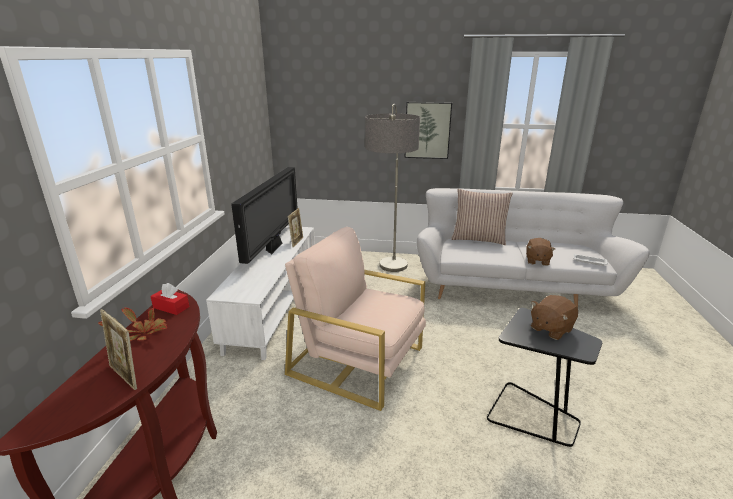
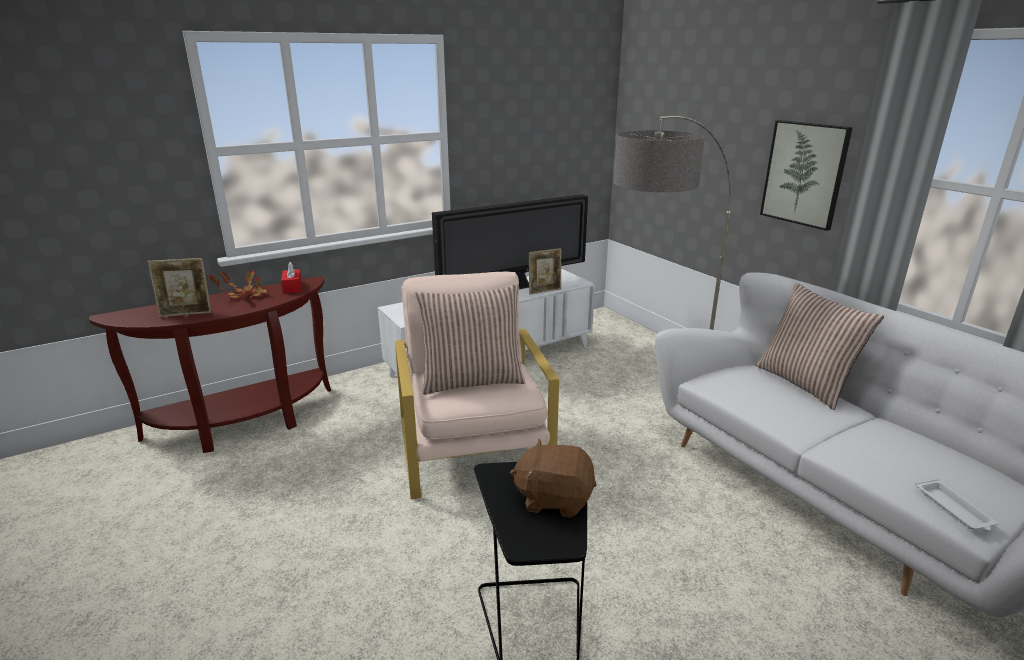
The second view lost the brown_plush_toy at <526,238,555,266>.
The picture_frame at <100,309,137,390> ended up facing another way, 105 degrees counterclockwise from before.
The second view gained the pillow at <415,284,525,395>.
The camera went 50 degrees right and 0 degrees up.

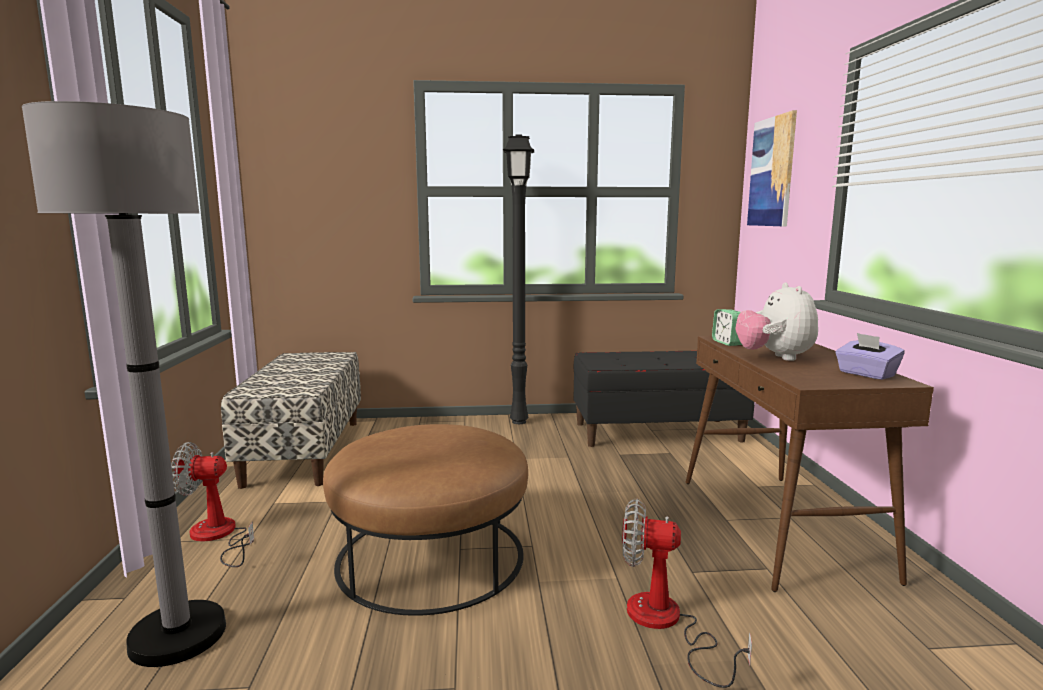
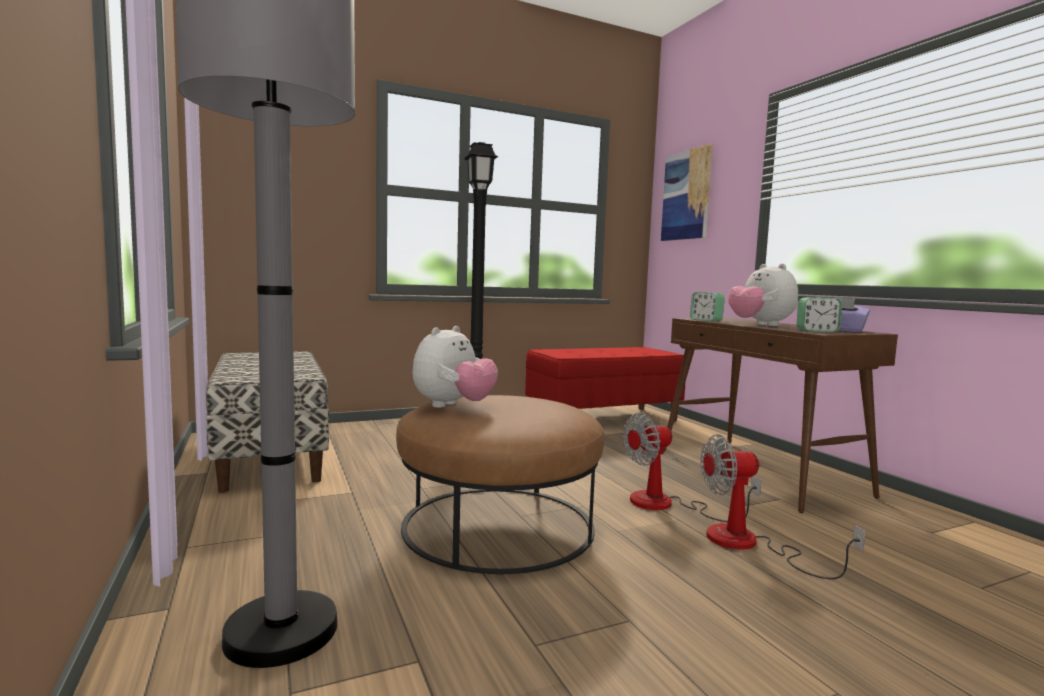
What was the black_bench at <574,351,755,447> turned into the red_bench at <525,347,685,422>.
The fan ended up elsewhere, having gone from <171,442,254,567> to <623,413,761,522>.
The second view gained the alarm_clock at <796,297,842,332>.
The second view gained the plush_toy at <413,326,498,408>.
The camera went 20 degrees left and 5 degrees down.

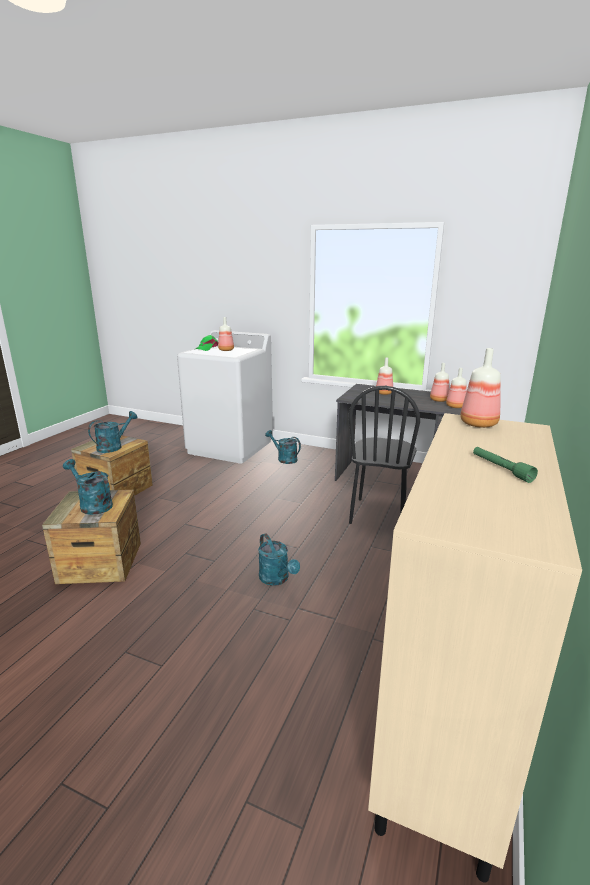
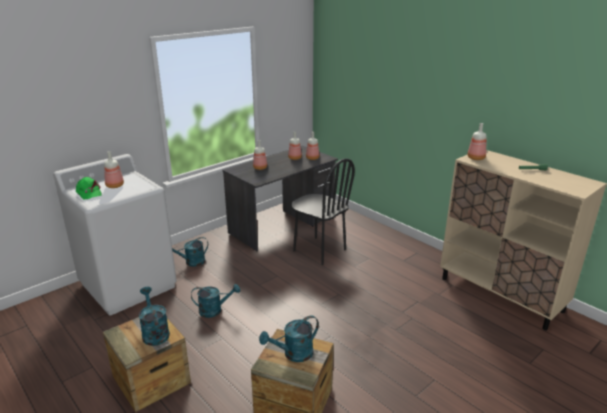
The turquoise_watering_can ended up elsewhere, having gone from <258,533,300,586> to <191,284,240,318>.
The camera went 65 degrees left and 5 degrees up.

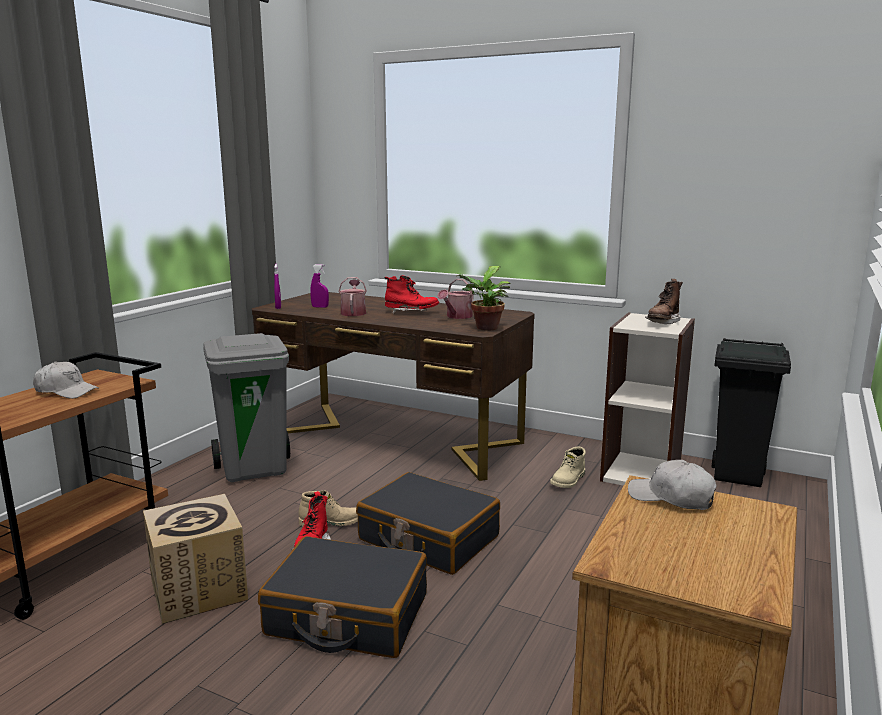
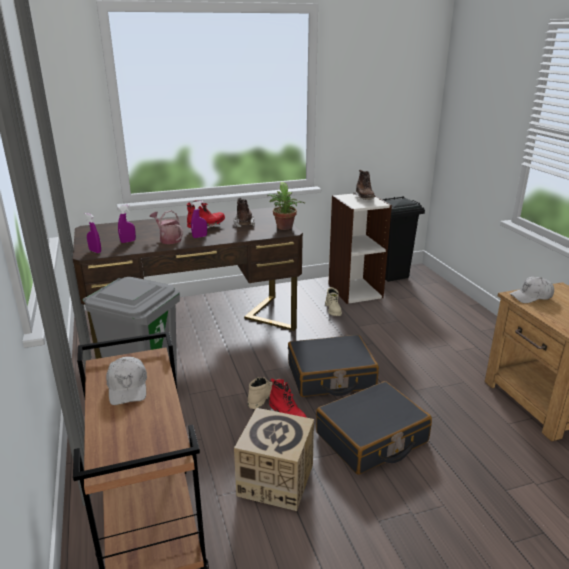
Where the watering_can stood at <438,279,474,319>, the brown_boot came to stand at <233,198,255,227>.
The white_cap at <33,361,99,399> ended up facing another way, 105 degrees clockwise from before.
The second view gained the purple_spray_bottle at <191,201,207,238>.
The camera went 45 degrees left and 10 degrees up.

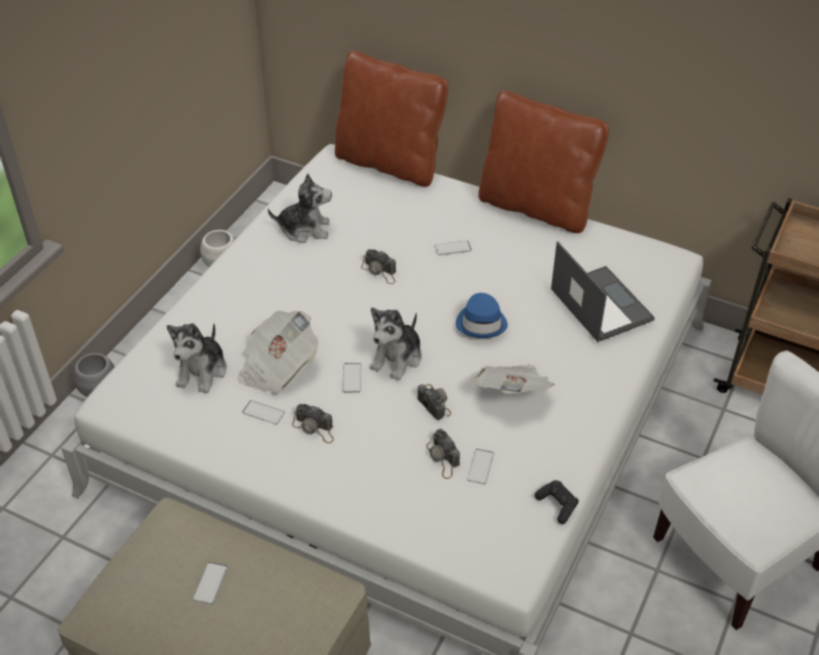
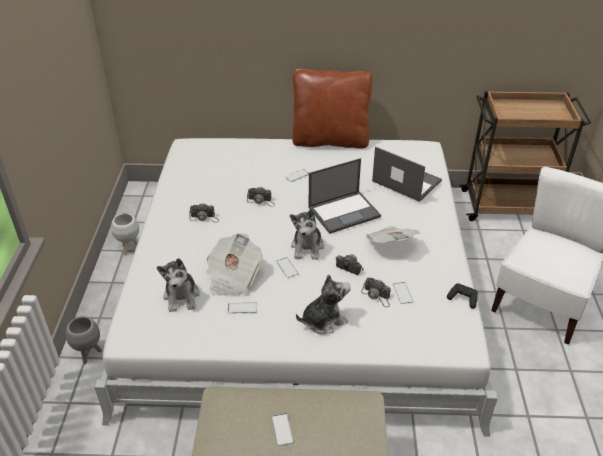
The second view lost the brown_pillow at <335,51,448,187>.
The plush_toy ended up elsewhere, having gone from <268,173,332,243> to <296,274,351,334>.
Where the blue_hat stood at <456,293,508,338>, the laptop came to stand at <309,158,381,234>.
The photo_camera ended up elsewhere, having gone from <292,404,334,443> to <189,204,219,223>.
The camera went 25 degrees left and 5 degrees down.

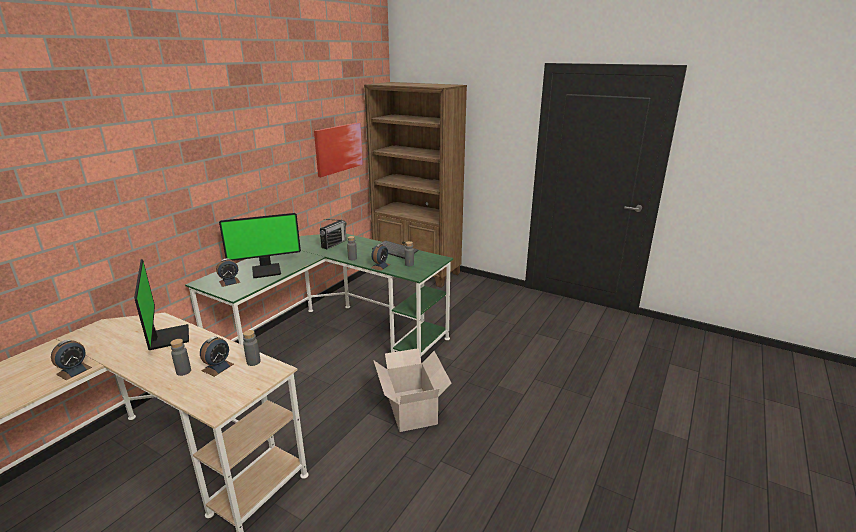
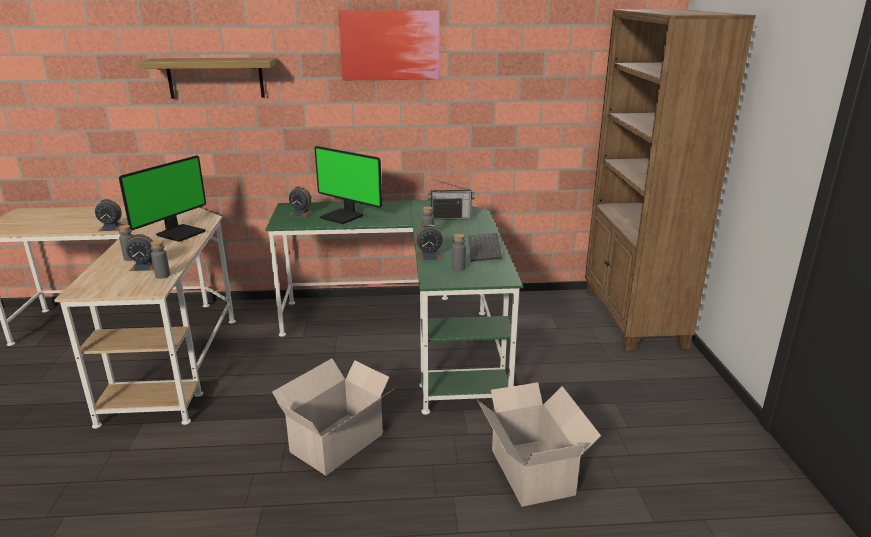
The picture ended up elsewhere, having gone from <314,122,363,177> to <339,10,440,80>.
The second view gained the shelf at <138,58,276,99>.
The second view gained the cardboard_box at <477,382,601,507>.
The camera went 55 degrees right and 0 degrees up.

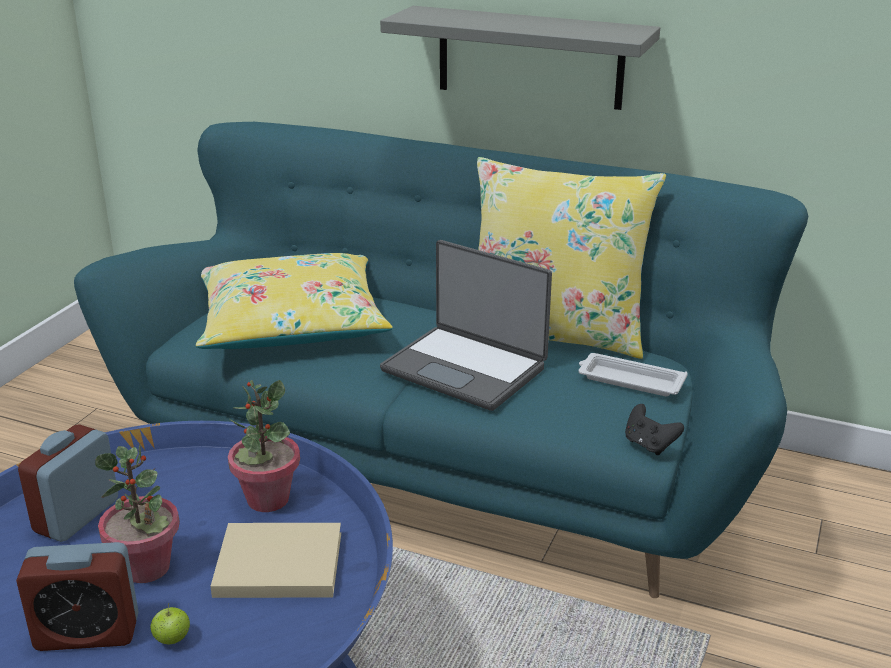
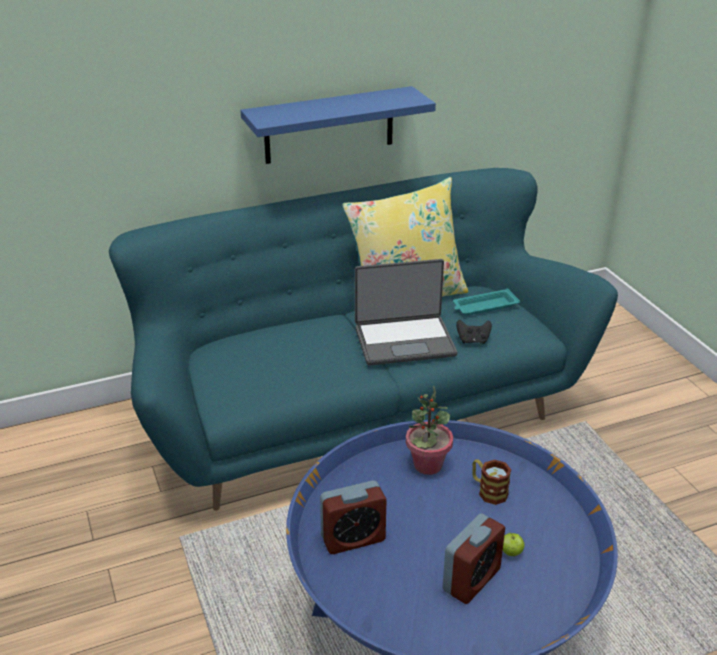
What was the grey_shelf at <380,6,660,110> turned into the blue_shelf at <241,86,436,164>.
The second view lost the yellow_pillow at <196,253,393,349>.
What was the white_tray at <578,353,687,396> turned into the turquoise_tray at <453,289,520,316>.
The black_game_controller ended up elsewhere, having gone from <625,404,684,455> to <456,320,492,344>.
The alarm_clock at <18,424,118,542> ended up facing another way, 90 degrees counterclockwise from before.
The second view lost the potted_plant at <95,444,180,583>.
Where the beige_book stood at <210,523,341,598>, the mug came to stand at <472,459,511,505>.
The camera went 45 degrees left and 5 degrees up.

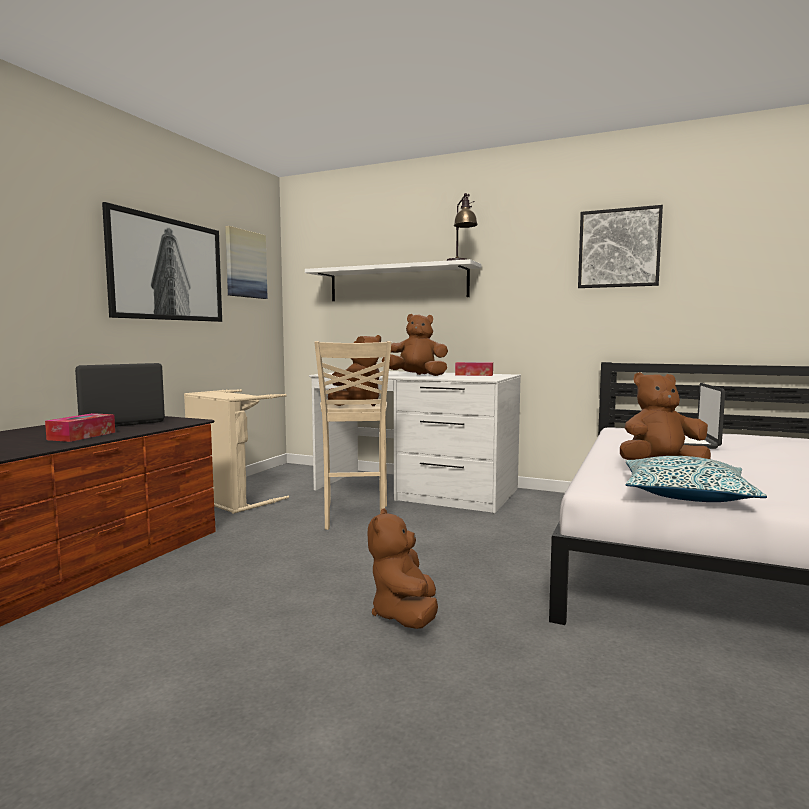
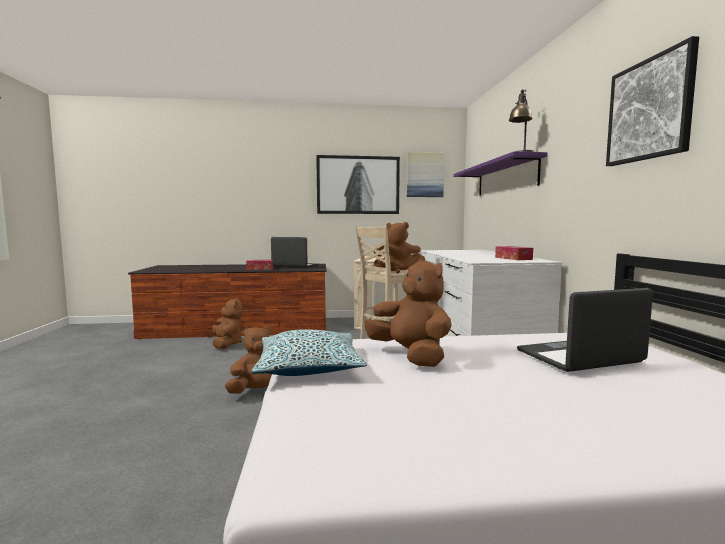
What was the white_shelf at <305,259,481,301> turned into the purple_shelf at <453,152,547,196>.
The brown_plush_toy ended up elsewhere, having gone from <381,314,448,376> to <212,298,243,349>.
The camera went 60 degrees right and 0 degrees up.

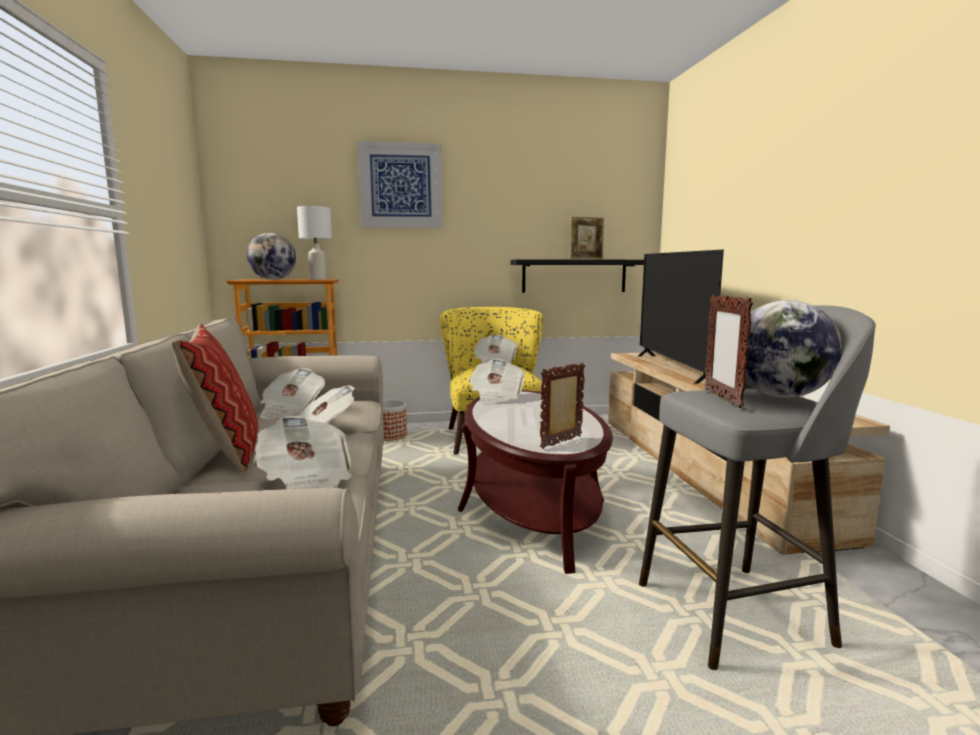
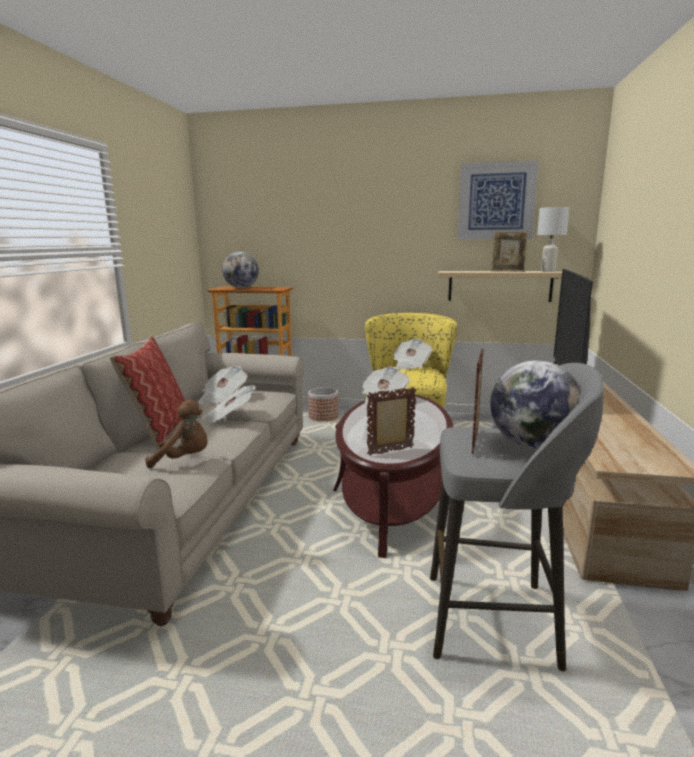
The picture ended up elsewhere, having gone from <357,141,442,228> to <458,160,539,240>.
The white_table_lamp ended up elsewhere, having gone from <297,206,332,280> to <537,207,570,272>.
What was the black_shelf at <511,259,644,293> turned into the beige_shelf at <438,271,562,302>.
Where the newspaper stood at <254,416,352,489>, the brown_plush_toy came to stand at <145,399,208,469>.
The camera went 20 degrees right and 5 degrees up.

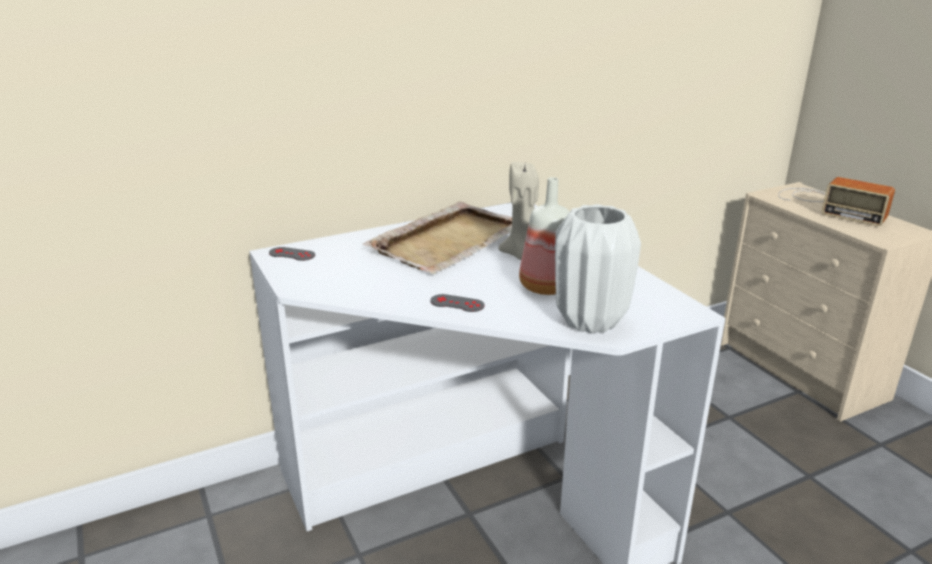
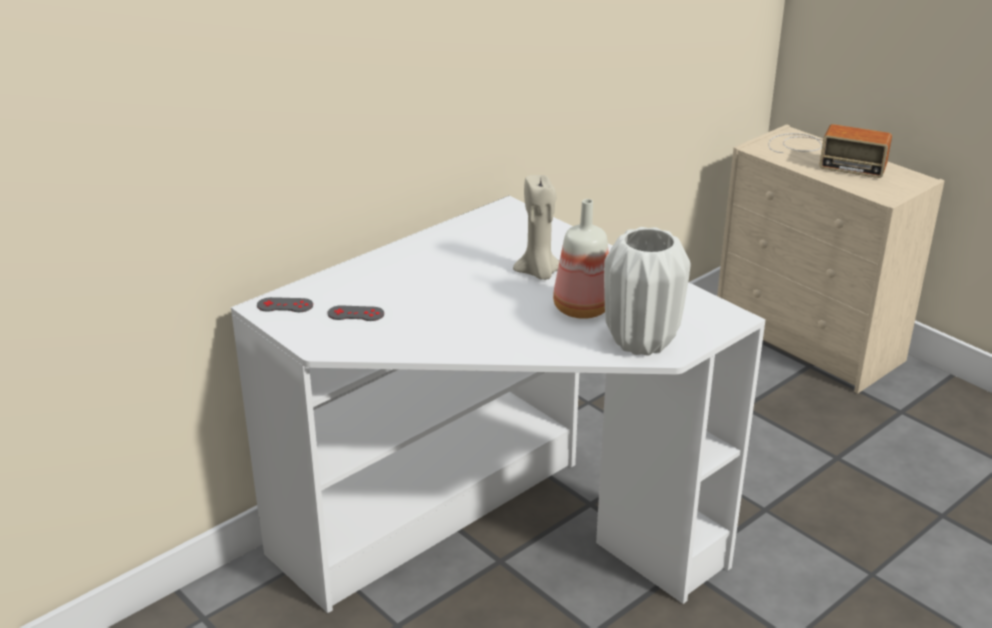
The second view lost the beige_tray at <363,202,512,274>.
The grey_game_controller ended up elsewhere, having gone from <430,294,485,312> to <327,305,384,321>.
The camera went 15 degrees left and 5 degrees up.

